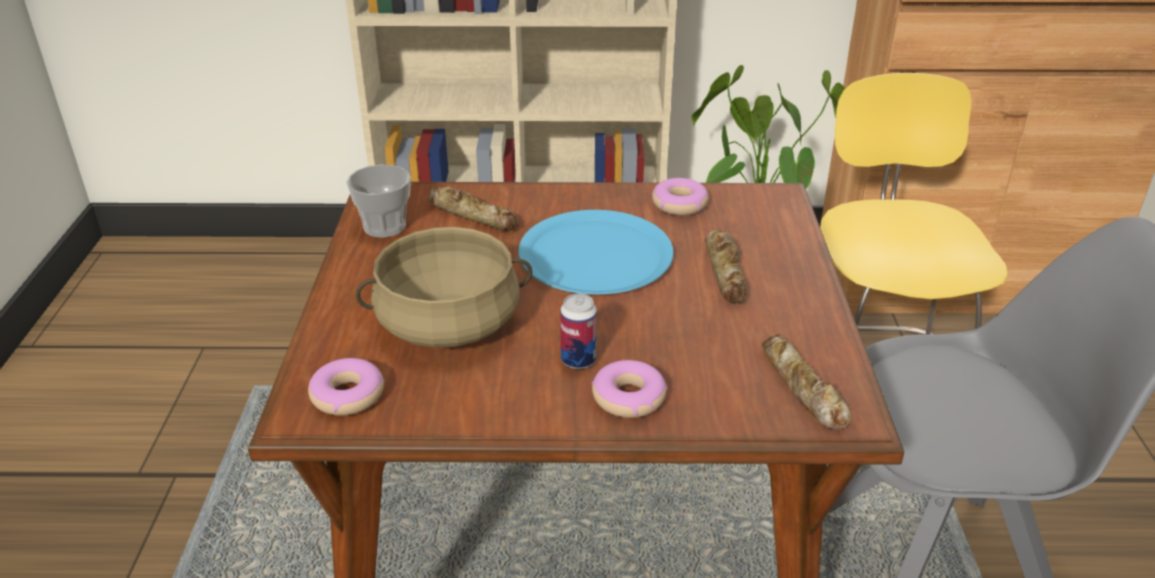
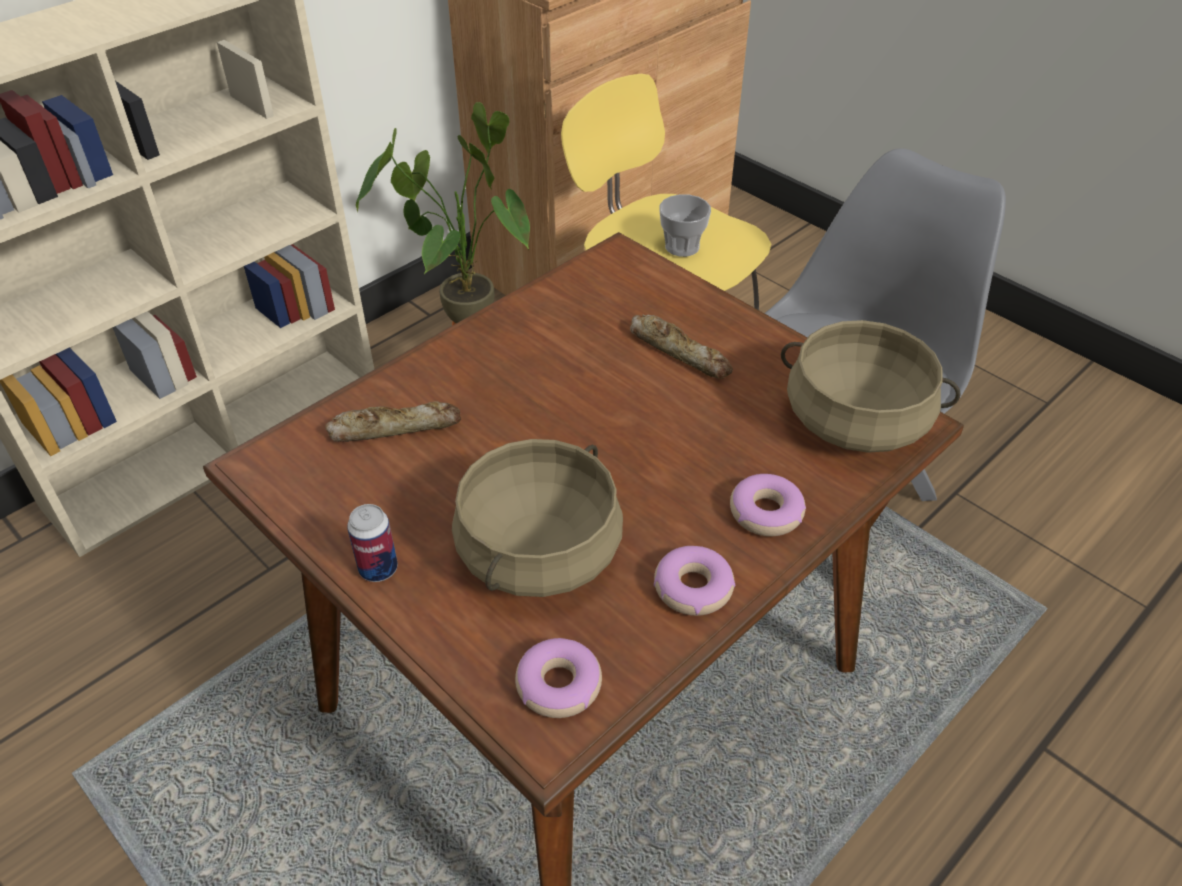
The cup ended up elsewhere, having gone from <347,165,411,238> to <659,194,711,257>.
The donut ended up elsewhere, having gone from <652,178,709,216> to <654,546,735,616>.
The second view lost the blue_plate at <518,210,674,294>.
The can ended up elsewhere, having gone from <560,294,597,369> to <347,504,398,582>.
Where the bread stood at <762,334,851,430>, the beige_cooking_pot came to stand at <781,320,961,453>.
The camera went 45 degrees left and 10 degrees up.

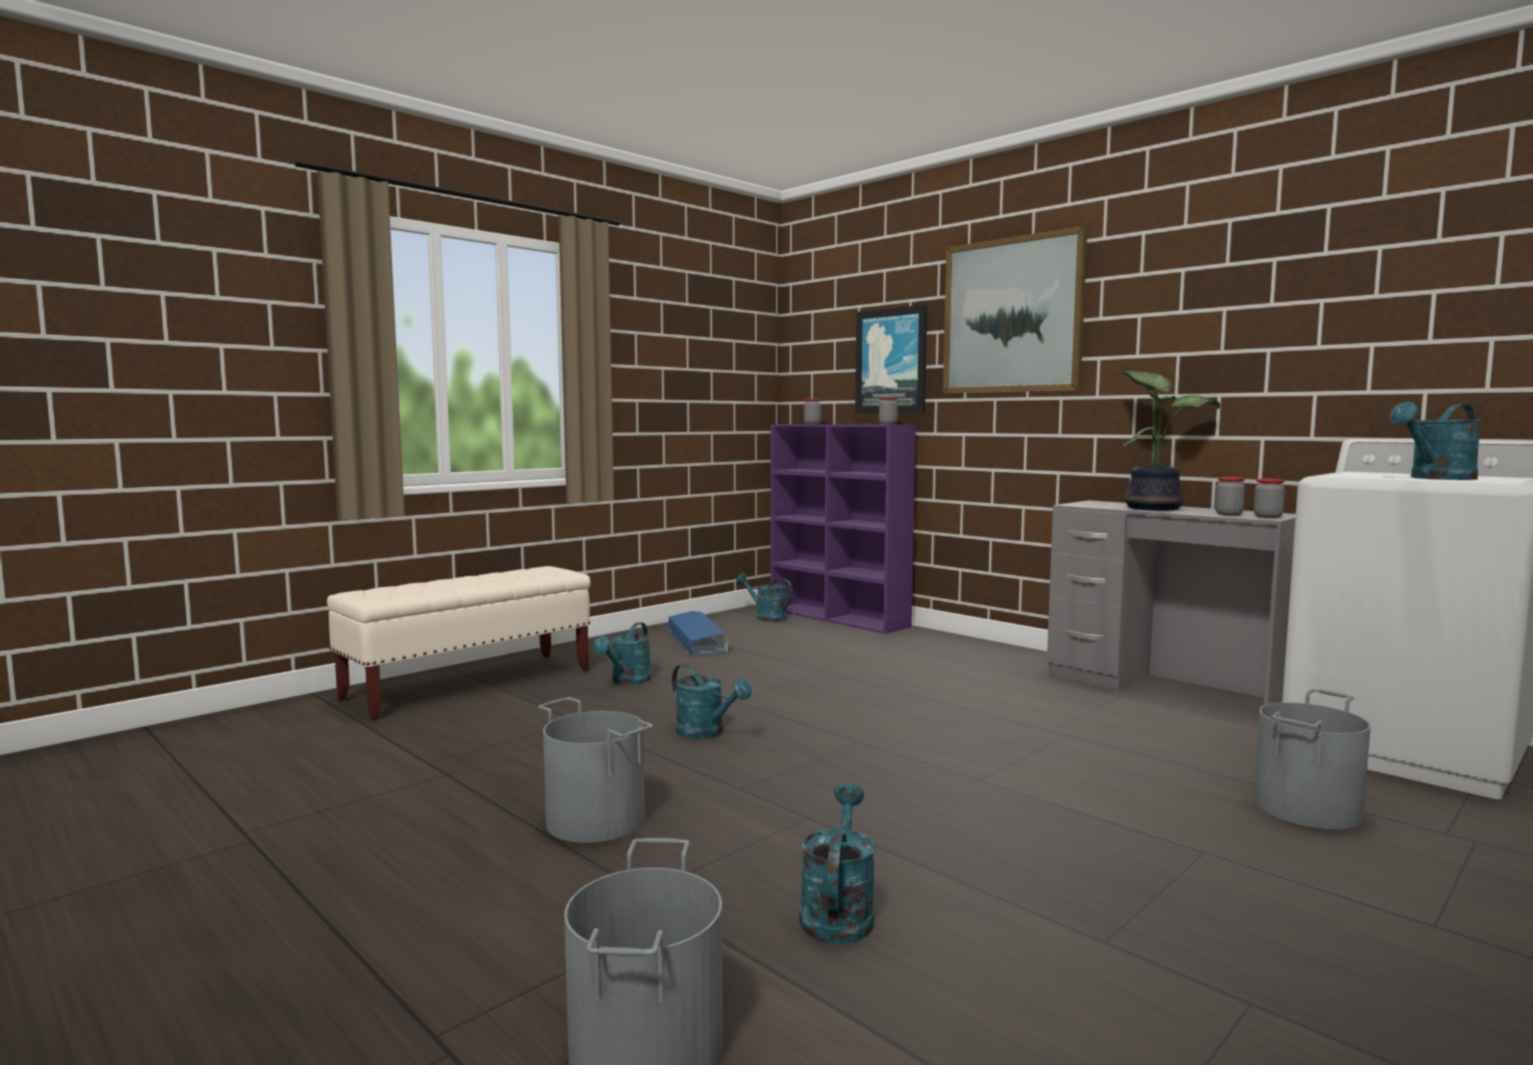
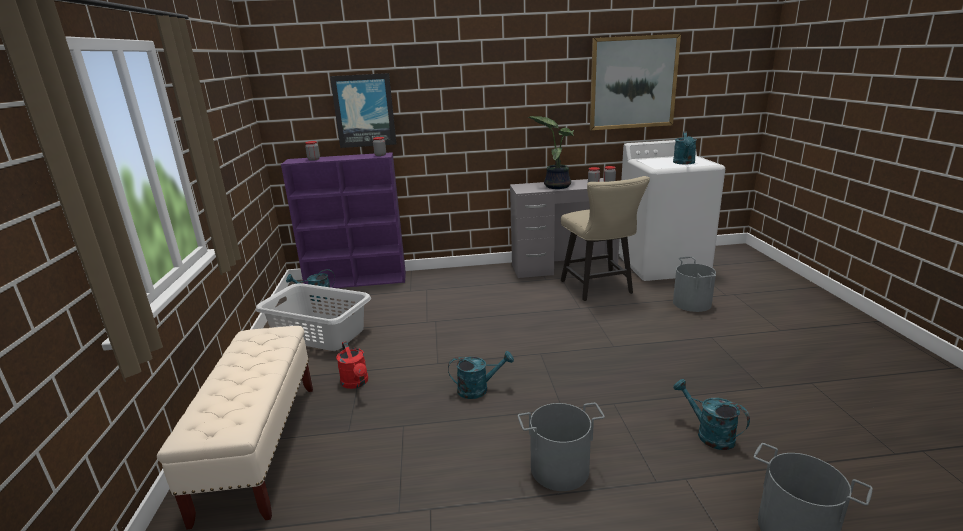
The picture ended up elsewhere, having gone from <943,226,1087,393> to <590,34,681,130>.
Where the blue_storage_box stood at <669,611,728,655>, the grey_laundry_basket came to stand at <256,283,371,351>.
What was the turquoise_watering_can at <593,622,652,685> turned into the red_watering_can at <336,341,368,389>.
The second view gained the beige_chair at <561,176,650,301>.
The camera went 50 degrees left and 15 degrees up.

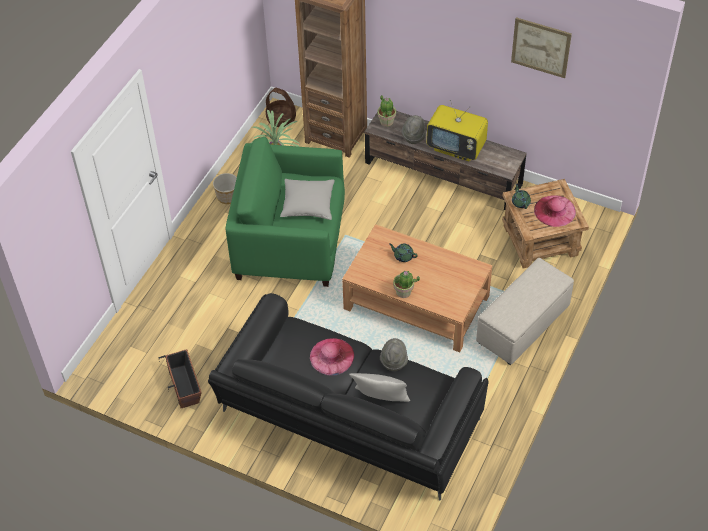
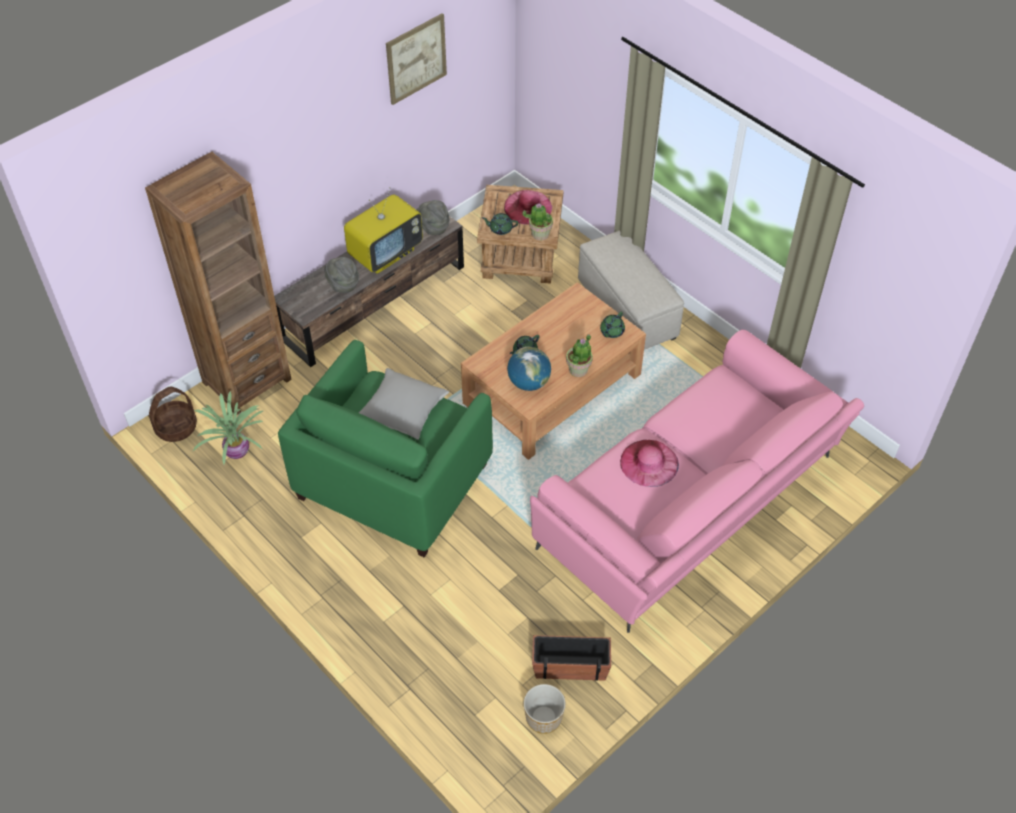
The potted_plant ended up elsewhere, having gone from <377,95,396,127> to <523,203,553,240>.
The planter ended up elsewhere, having gone from <213,173,237,204> to <524,684,566,734>.
What was the black_sofa at <208,293,488,501> turned into the pink_sofa at <530,330,864,633>.
The grey_hat ended up elsewhere, having gone from <380,338,408,371> to <417,200,450,235>.
The second view lost the grey_pillow at <349,373,410,402>.
The second view gained the green_teapot at <600,312,625,338>.
The second view gained the globe at <507,347,551,391>.
The camera went 70 degrees left and 0 degrees up.

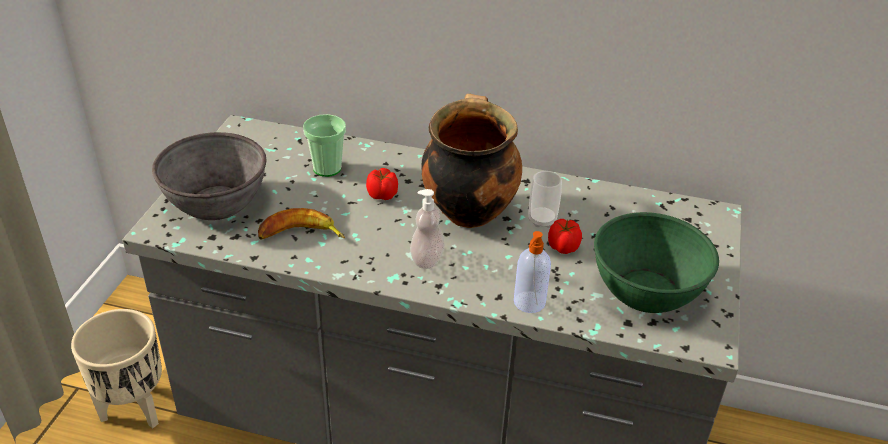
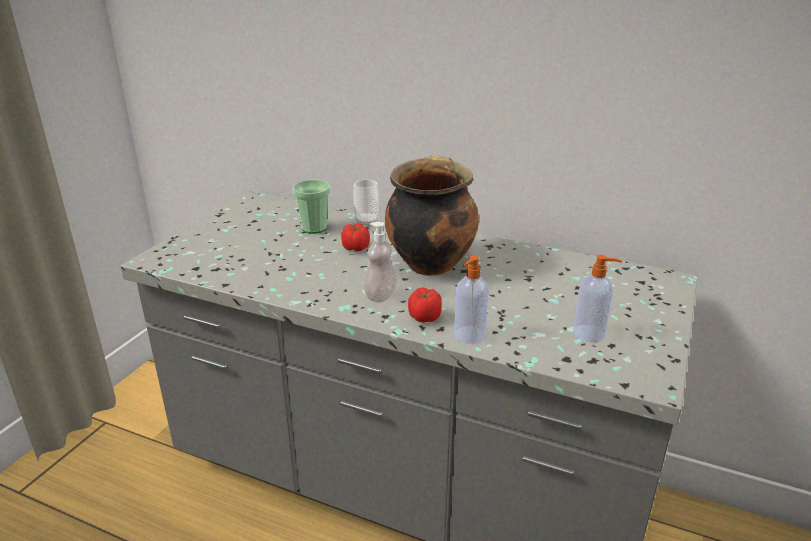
The second view lost the grey_bowl at <152,132,266,220>.
The cup ended up elsewhere, having gone from <528,171,562,228> to <354,179,379,227>.
The second view lost the banana at <258,208,345,240>.
Where the green_bowl stood at <594,212,719,313>, the soap_dispenser came to stand at <573,255,622,342>.
The tomato ended up elsewhere, having gone from <548,219,582,254> to <408,287,442,323>.
The second view lost the beige_planter at <71,309,162,428>.
The camera went 10 degrees right and 10 degrees down.

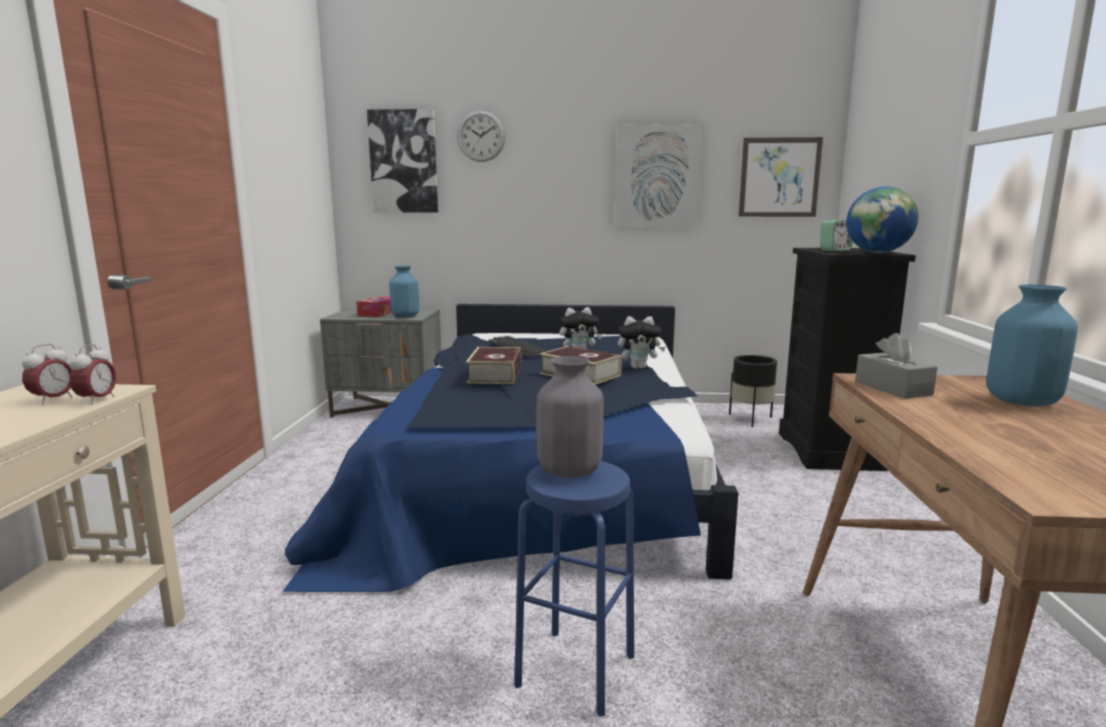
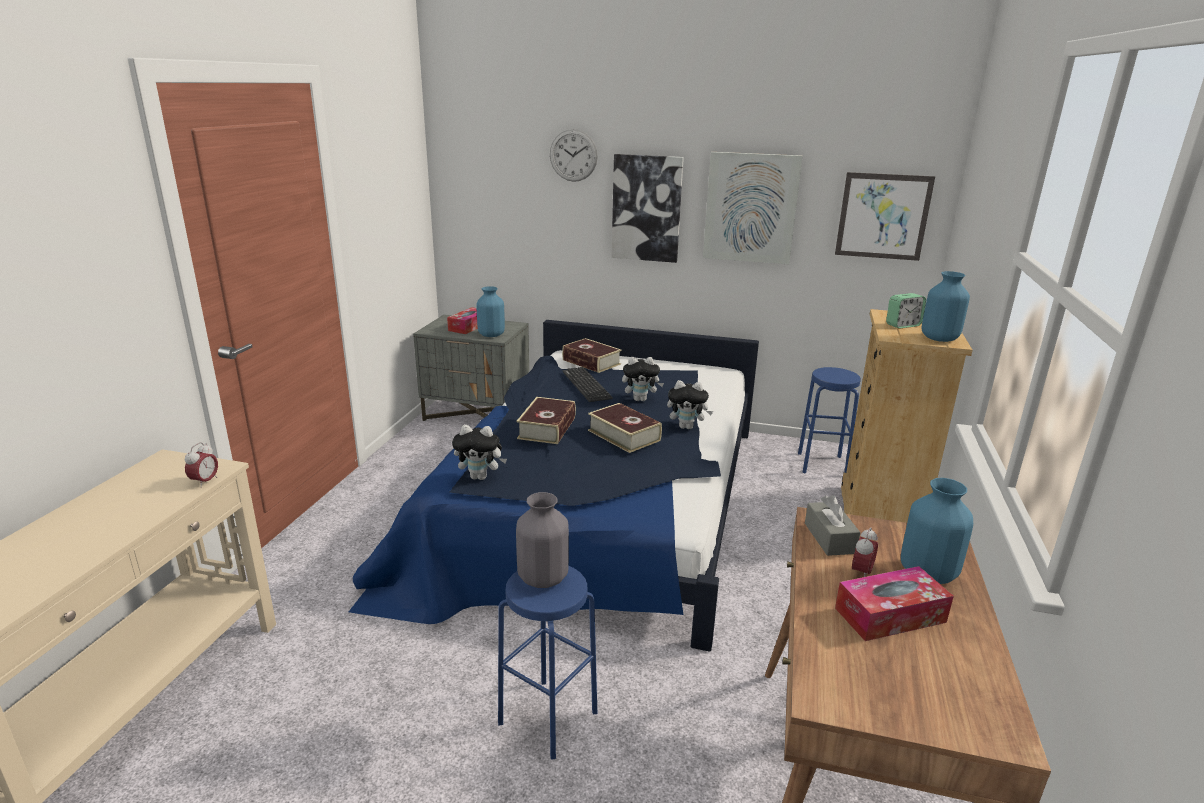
The picture ended up elsewhere, having gone from <367,109,438,213> to <611,154,684,263>.
Where the globe stood at <846,186,918,253>, the blue_vase came to stand at <921,271,970,342>.
What was the black_dresser at <779,248,916,471> turned into the beige_dresser at <841,309,973,523>.
The alarm_clock ended up elsewhere, having gone from <22,344,73,405> to <852,527,878,577>.
Where the black_planter stood at <729,355,777,427>, the blue_stool came to stand at <798,367,861,474>.
The second view gained the book at <562,338,622,373>.
The second view gained the plush_toy at <452,425,507,480>.
The second view gained the tissue_box at <835,566,954,641>.
The camera went 10 degrees right and 10 degrees up.

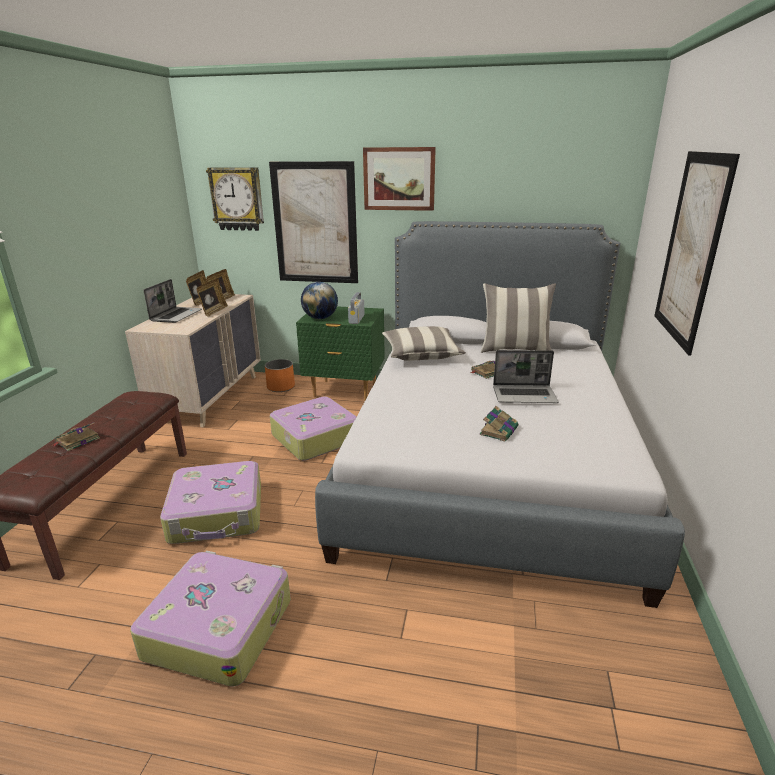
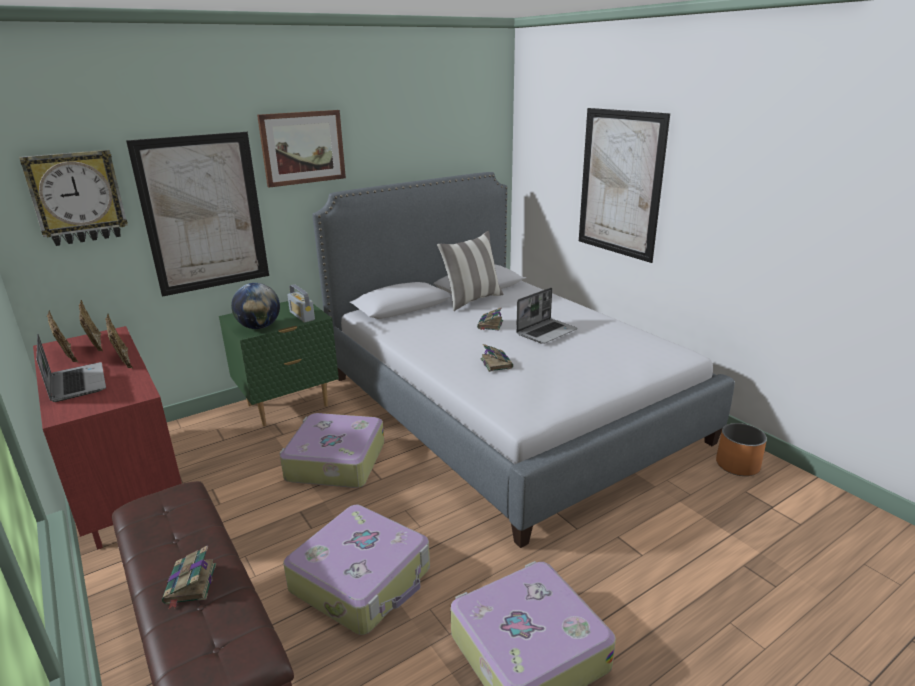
What was the beige_dresser at <125,294,261,427> turned into the red_dresser at <33,326,182,550>.
The second view lost the pillow at <382,326,466,361>.
The orange_planter ended up elsewhere, having gone from <265,359,295,392> to <716,423,767,476>.
The book ended up elsewhere, having gone from <480,406,518,441> to <480,344,513,372>.
The camera went 45 degrees left and 0 degrees up.

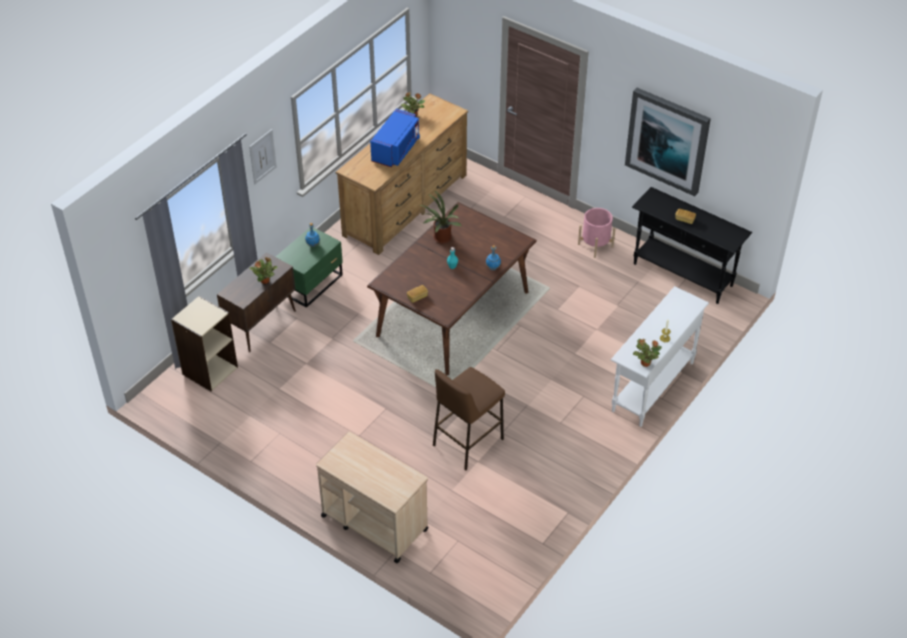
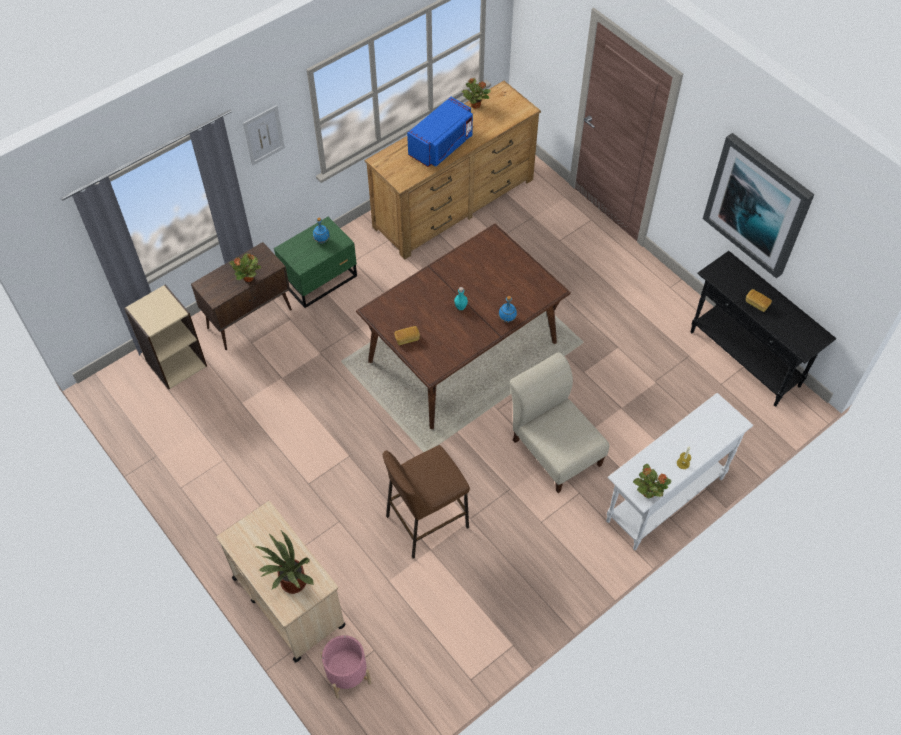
The potted_plant ended up elsewhere, having gone from <419,190,461,244> to <255,531,314,594>.
The pink_planter ended up elsewhere, having gone from <578,208,616,258> to <320,635,371,698>.
The second view gained the beige_chair at <510,352,609,493>.
The camera went 15 degrees right and 10 degrees up.

